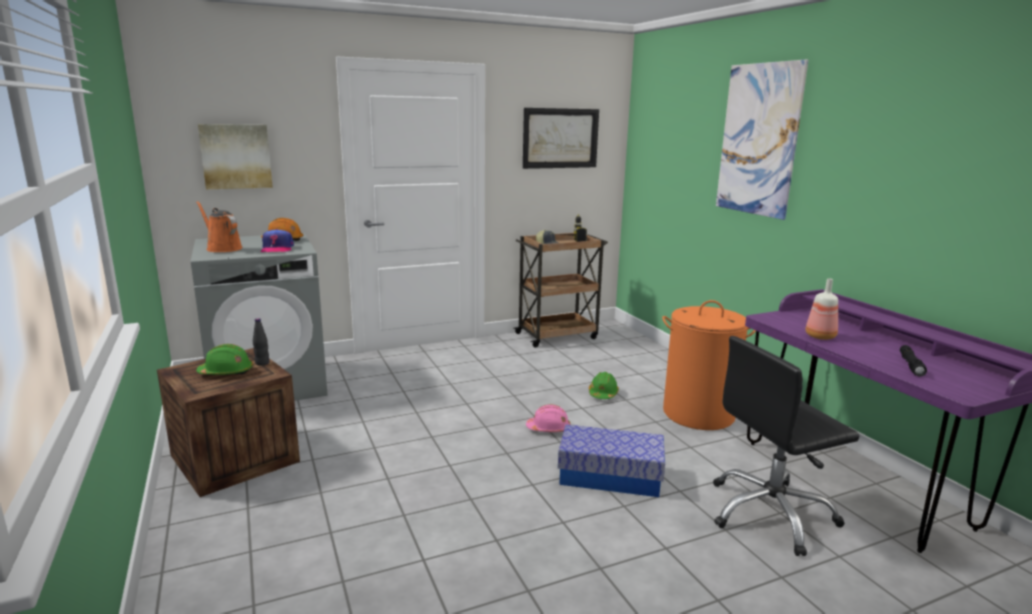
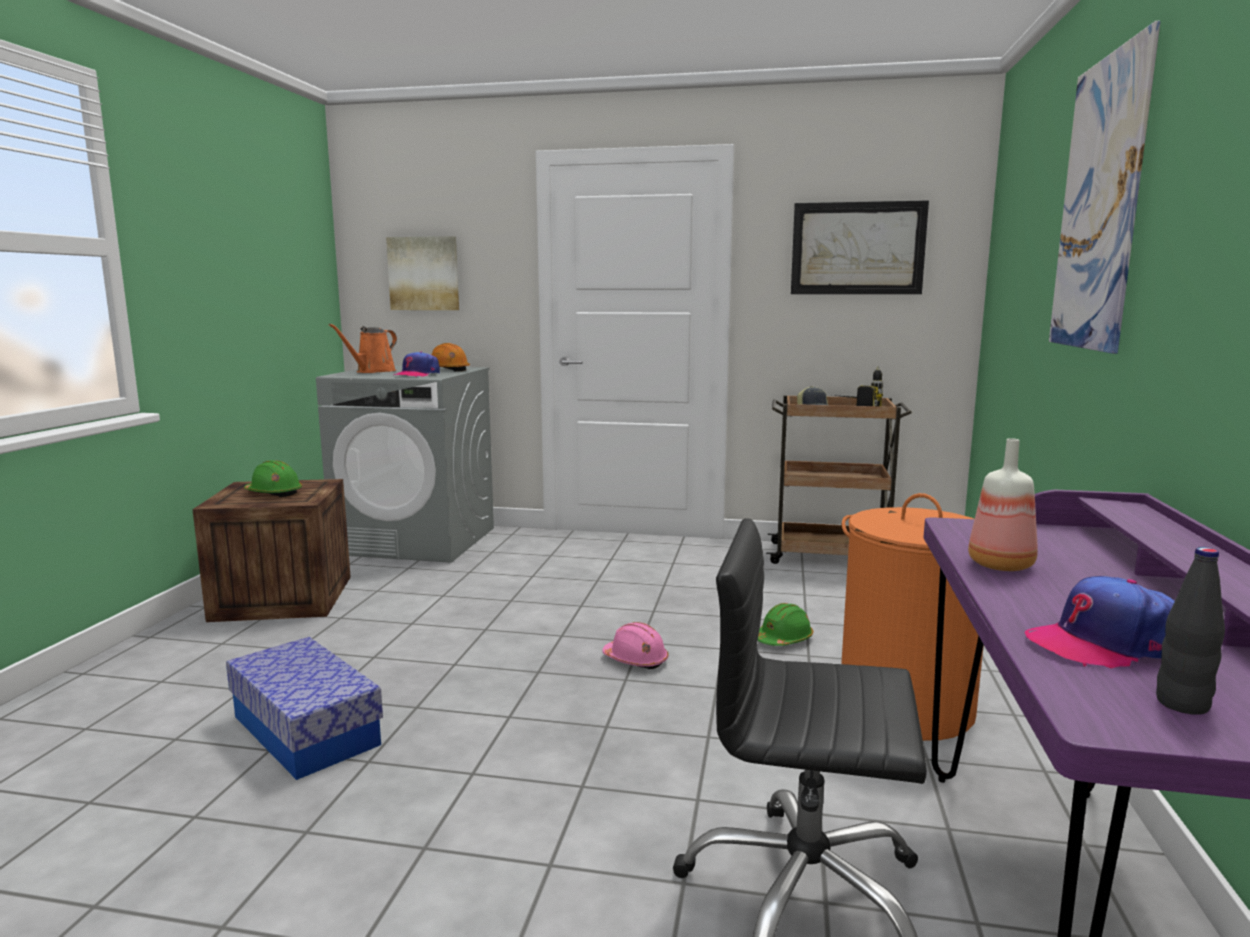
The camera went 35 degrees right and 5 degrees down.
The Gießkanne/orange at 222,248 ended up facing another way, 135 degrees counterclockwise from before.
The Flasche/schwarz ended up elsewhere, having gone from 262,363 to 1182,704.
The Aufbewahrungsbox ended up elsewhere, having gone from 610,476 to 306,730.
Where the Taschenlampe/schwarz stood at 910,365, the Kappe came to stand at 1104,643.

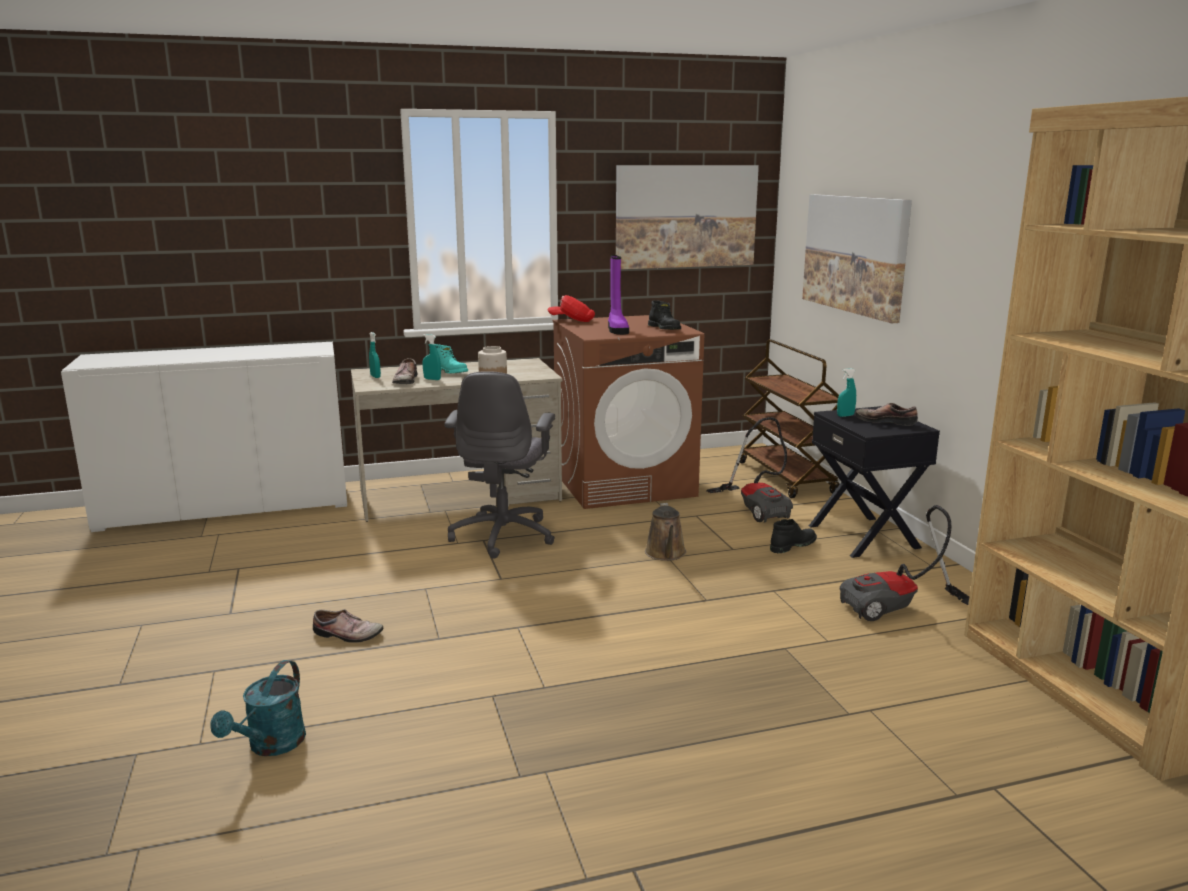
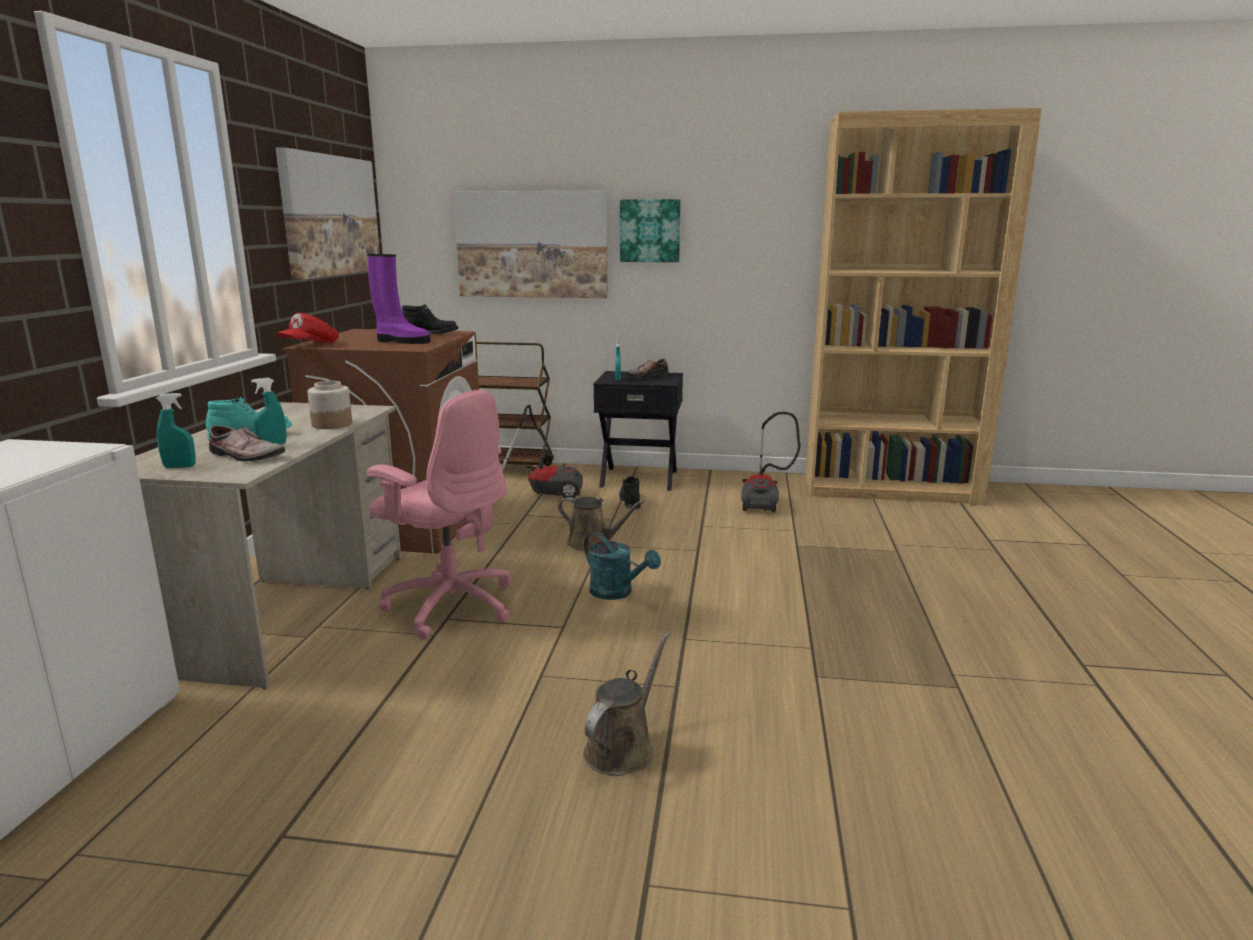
The camera went 65 degrees left and 0 degrees up.
The Gießkanne/türkis ended up elsewhere, having gone from 271,746 to 617,593.
Where the Schuh stood at 347,635, the Gießkanne/braun came to stand at 622,748.
What was the Bürostuhl/grau at 504,535 turned into the Bürostuhl/rosa at 450,605.
The second view gained the Bild at 650,231.

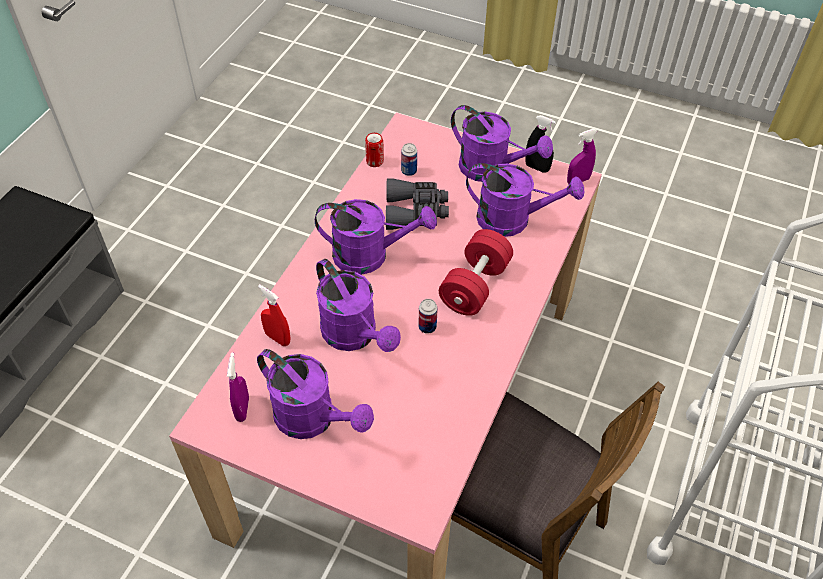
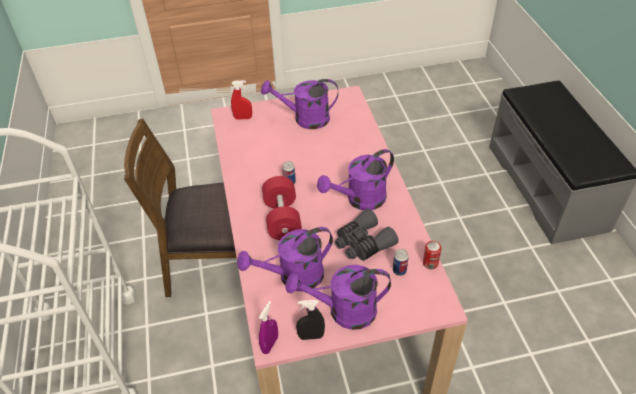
The camera went 145 degrees right and 5 degrees down.
The second view lost the Sprühflasche/lila at 242,409.
The Sprühflasche/rot ended up elsewhere, having gone from 277,338 to 243,118.
The second view lost the Gießkanne/lila at 355,336.

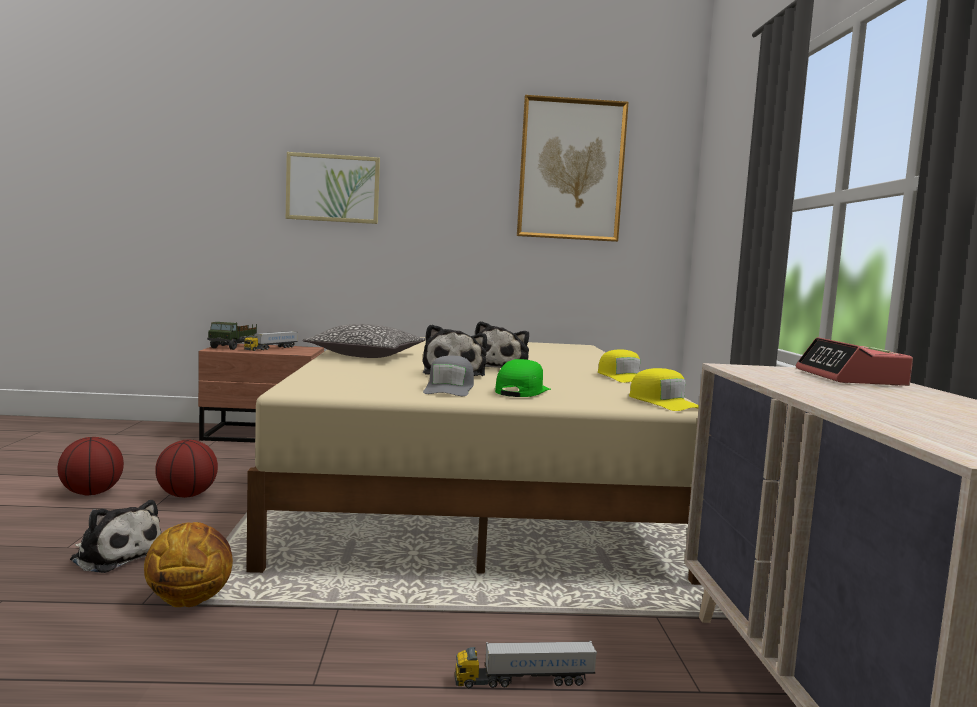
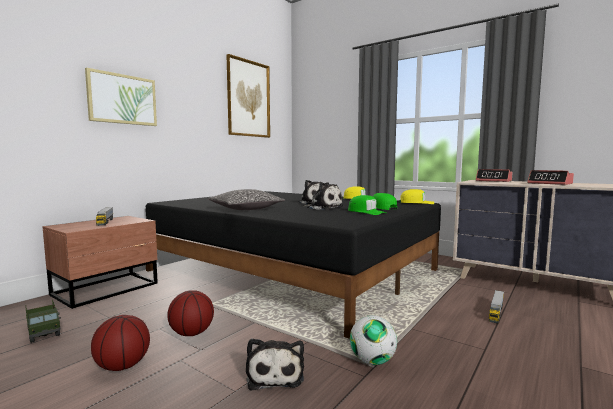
The camera went 50 degrees left and 0 degrees up.
The Plüschtier at 115,555 ended up facing another way, 105 degrees clockwise from before.
Where the Basketball stood at 190,600, the Fußball came to stand at 372,361.
The Spielzeuglaster ended up elsewhere, having gone from 233,347 to 44,331.
What was the Bett/beige at 473,485 turned into the Bett/schwarz at 292,270.
What was the Kappe/grau at 449,389 turned into the Kappe/grün at 366,212.
The second view gained the Wecker at 550,183.

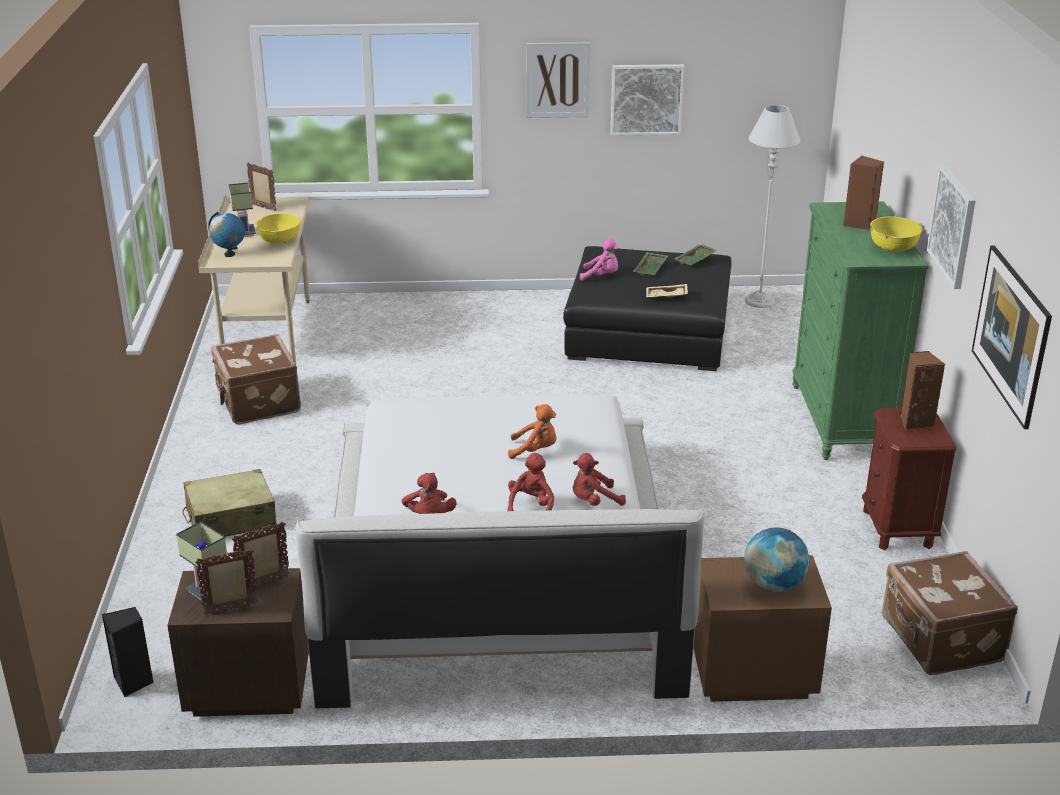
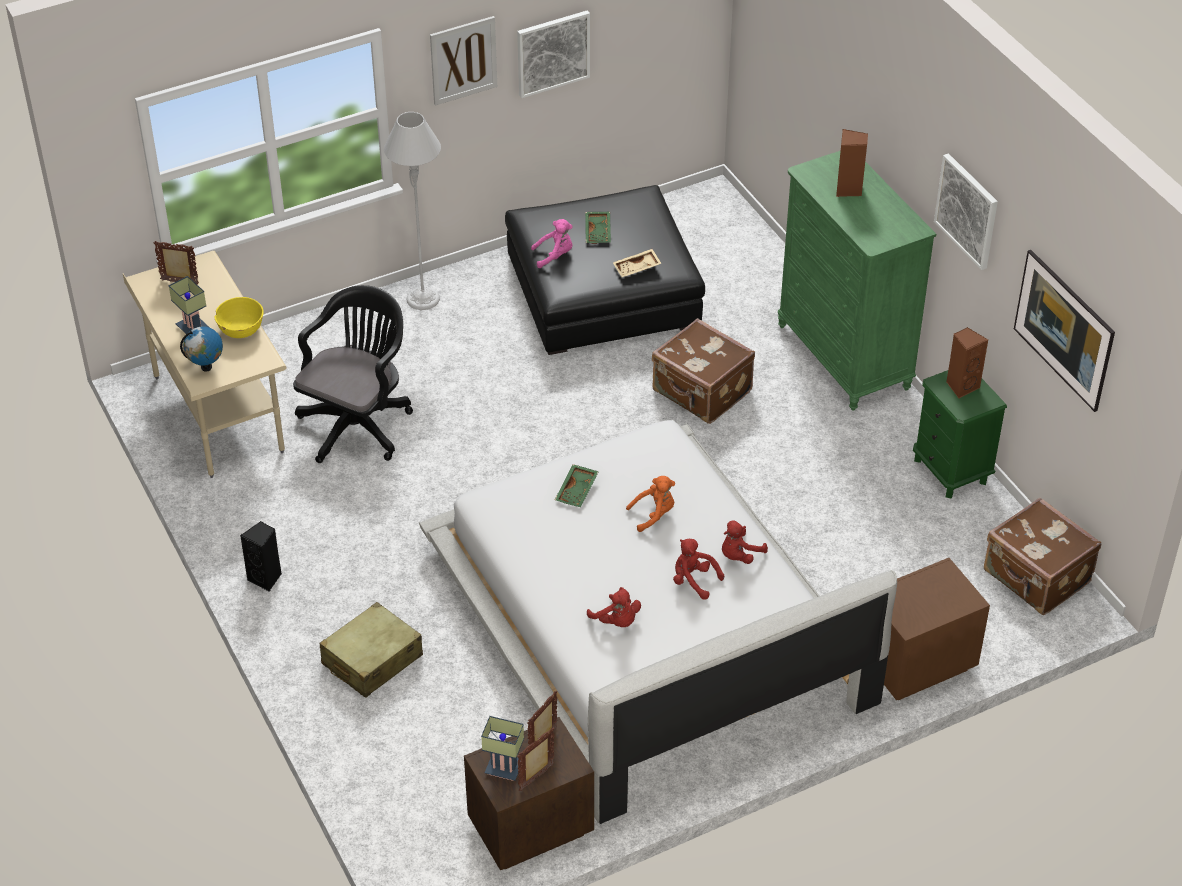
The camera went 25 degrees left and 15 degrees up.
The Lautsprecher/schwarz ended up elsewhere, having gone from 134,682 to 266,578.
The Koffer/braun ended up elsewhere, having gone from 257,402 to 701,392.
The Plüschtier/rot at 531,507 ended up facing another way, 45 degrees counterclockwise from before.
The Tablett/grün ended up elsewhere, having gone from 695,260 to 577,491.
The second view lost the Globus at 773,585.
The Stehlampe/grau ended up elsewhere, having gone from 759,301 to 423,299.
What was the Nachttisch/braun at 897,529 turned into the Nachttisch/grün at 950,471.
The second view lost the Schüssel/gelb at 893,248.
The second view gained the Bürostuhl/schwarz at 358,423.

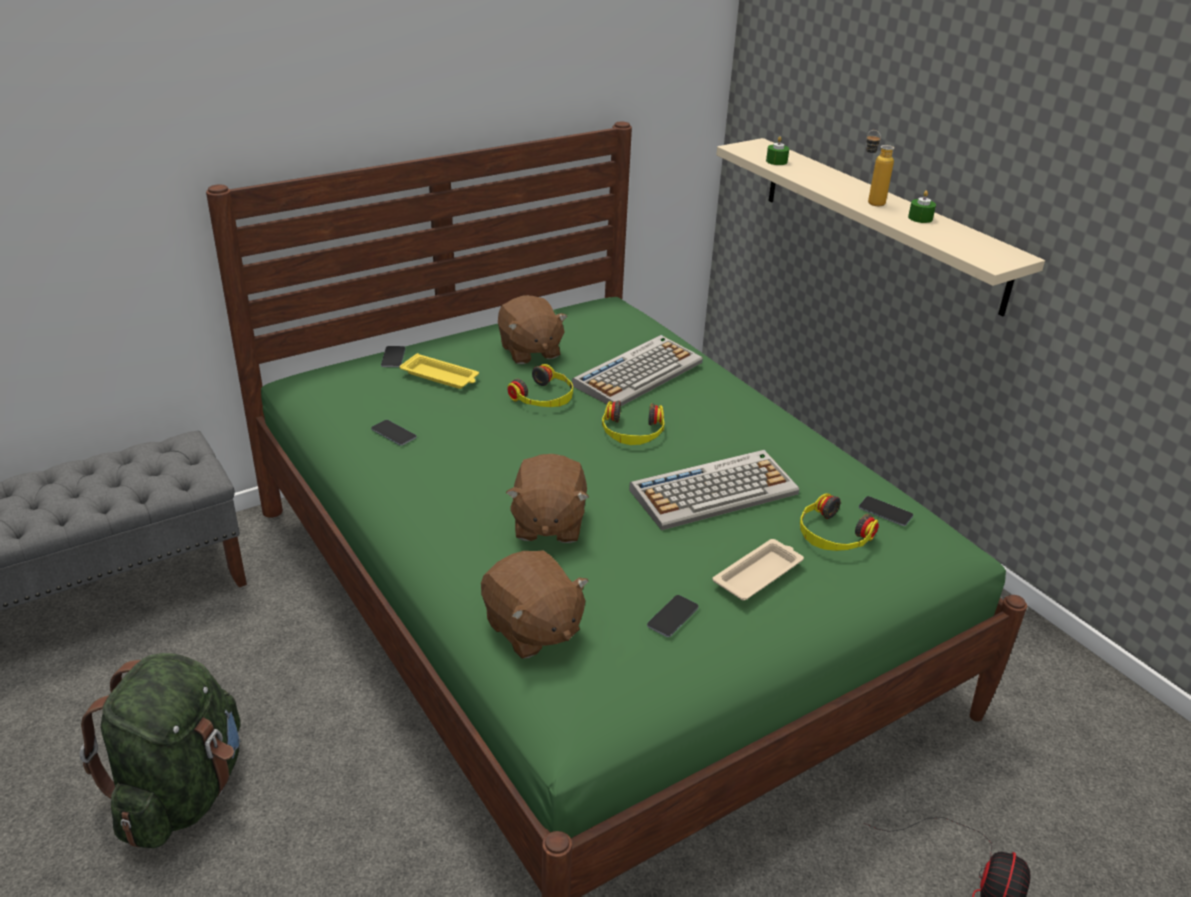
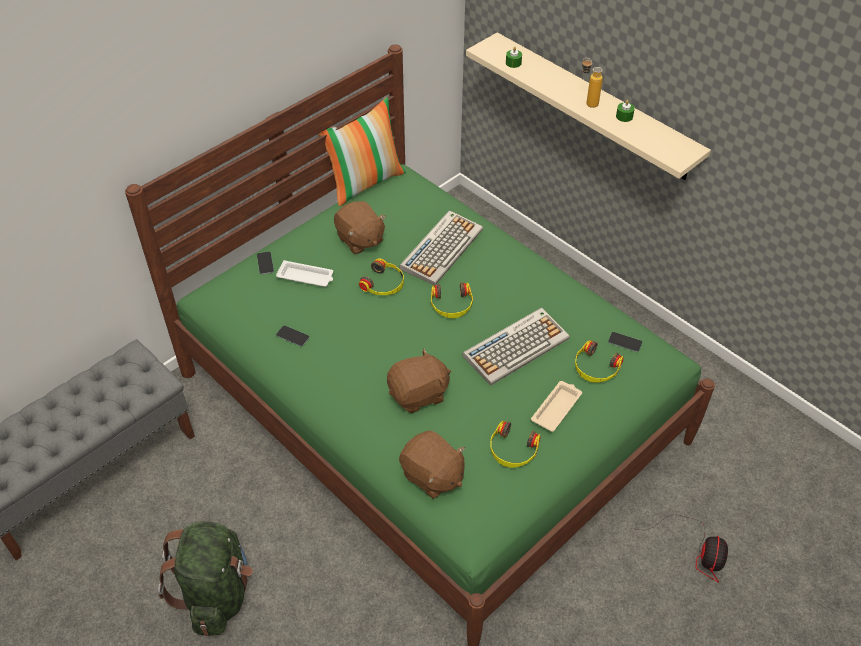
The camera went 10 degrees left and 15 degrees up.
What was the Tablett/gelb at 441,376 turned into the Tablett/weiß at 306,277.
The Plüschtier/braun at 547,524 ended up facing another way, 105 degrees counterclockwise from before.
Where the Handy stood at 672,616, the Kopfhörer came to stand at 513,450.
The second view gained the Kissen at 365,182.

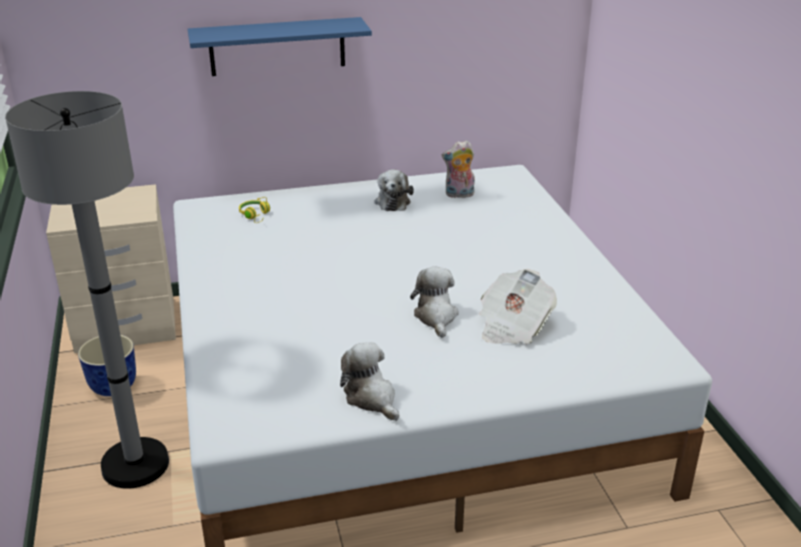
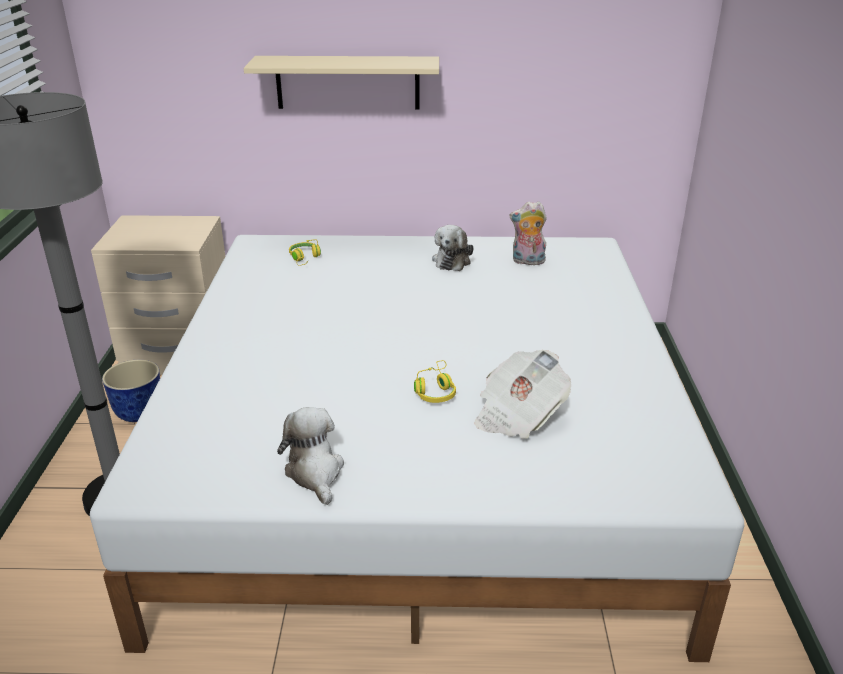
The camera went 15 degrees right and 0 degrees up.
What was the Wandregal/blau at 277,46 turned into the Wandregal/beige at 347,82.
Where the Plüschtier stood at 436,317, the Kopfhörer/gelb came to stand at 435,391.

